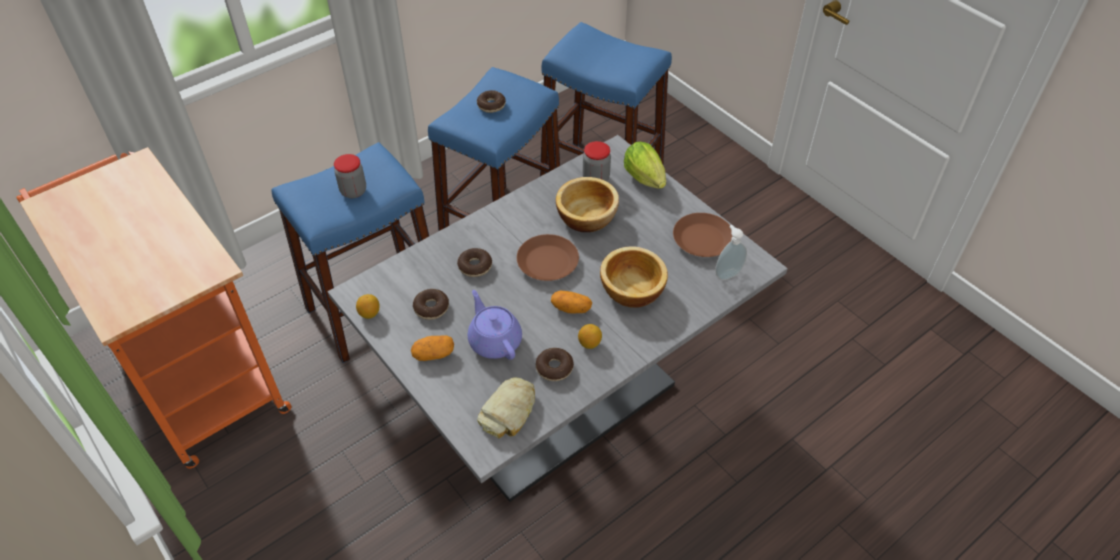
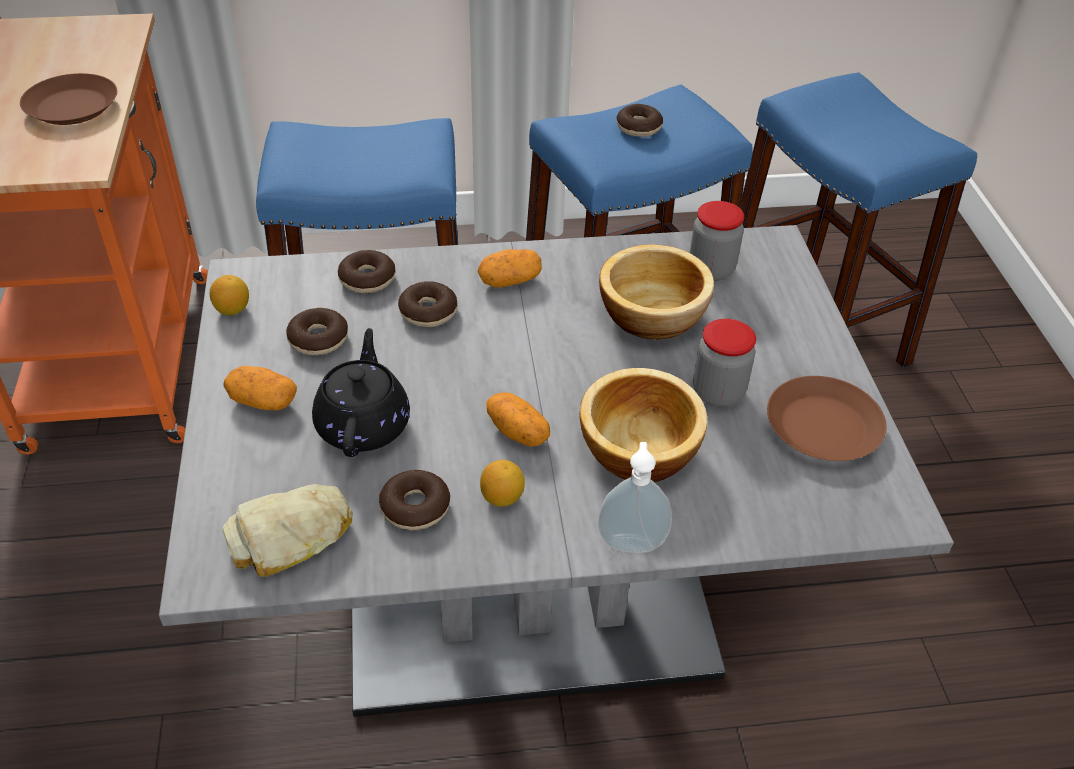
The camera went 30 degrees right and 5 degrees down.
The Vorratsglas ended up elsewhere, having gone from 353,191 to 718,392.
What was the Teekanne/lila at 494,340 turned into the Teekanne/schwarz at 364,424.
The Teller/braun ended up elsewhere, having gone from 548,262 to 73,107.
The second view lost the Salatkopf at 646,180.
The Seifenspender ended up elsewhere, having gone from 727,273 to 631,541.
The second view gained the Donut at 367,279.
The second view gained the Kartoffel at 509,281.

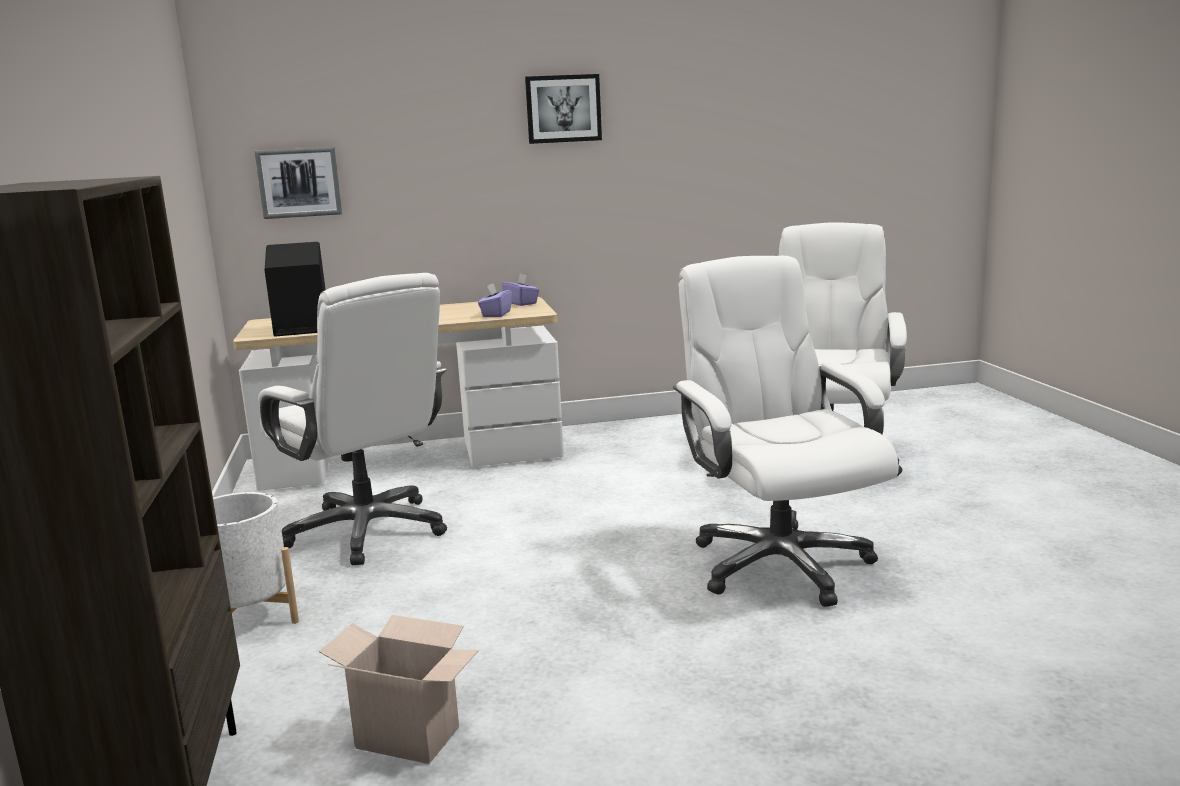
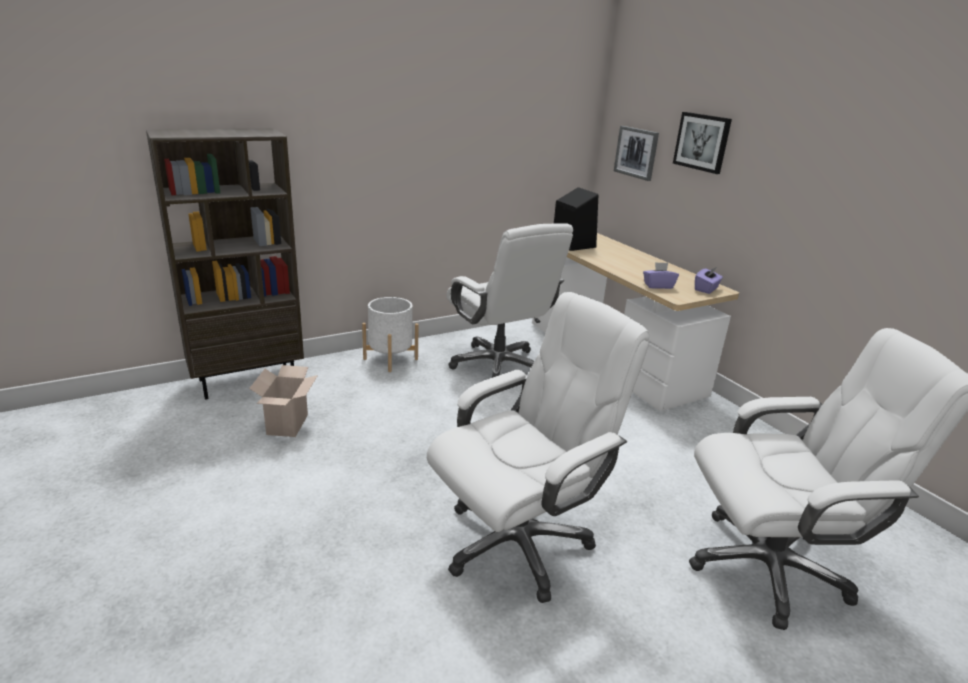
The camera went 70 degrees right and 10 degrees up.
The Bürostuhl/weiß at 368,531 ended up facing another way, 60 degrees counterclockwise from before.
The Bild ended up elsewhere, having gone from 563,109 to 702,142.

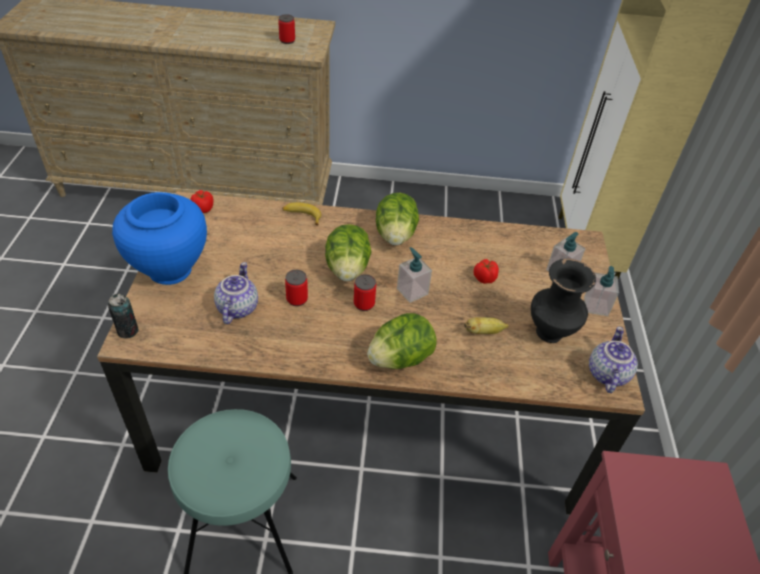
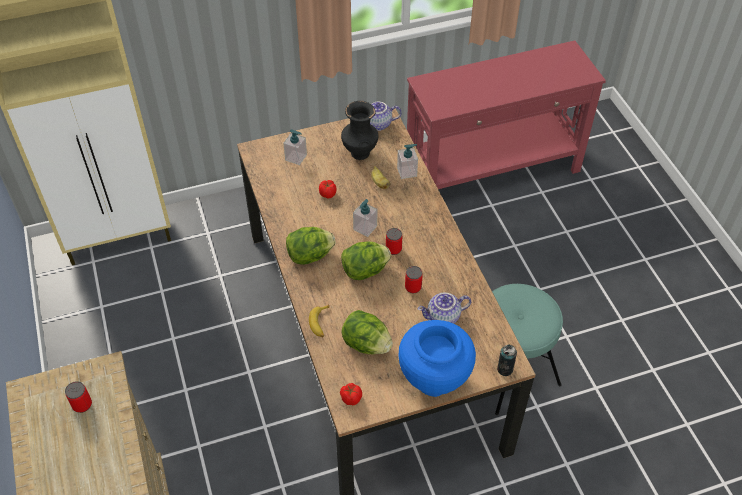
The camera went 110 degrees left and 5 degrees up.
The Salatkopf ended up elsewhere, having gone from 400,358 to 366,344.
The Seifenspender ended up elsewhere, having gone from 596,306 to 407,172.

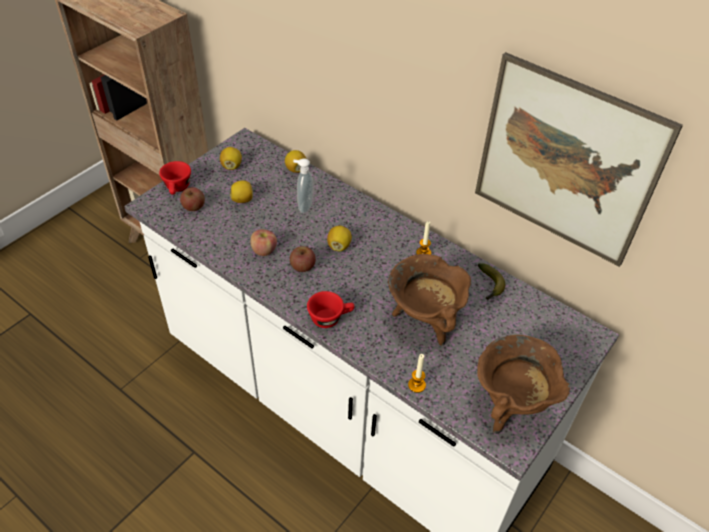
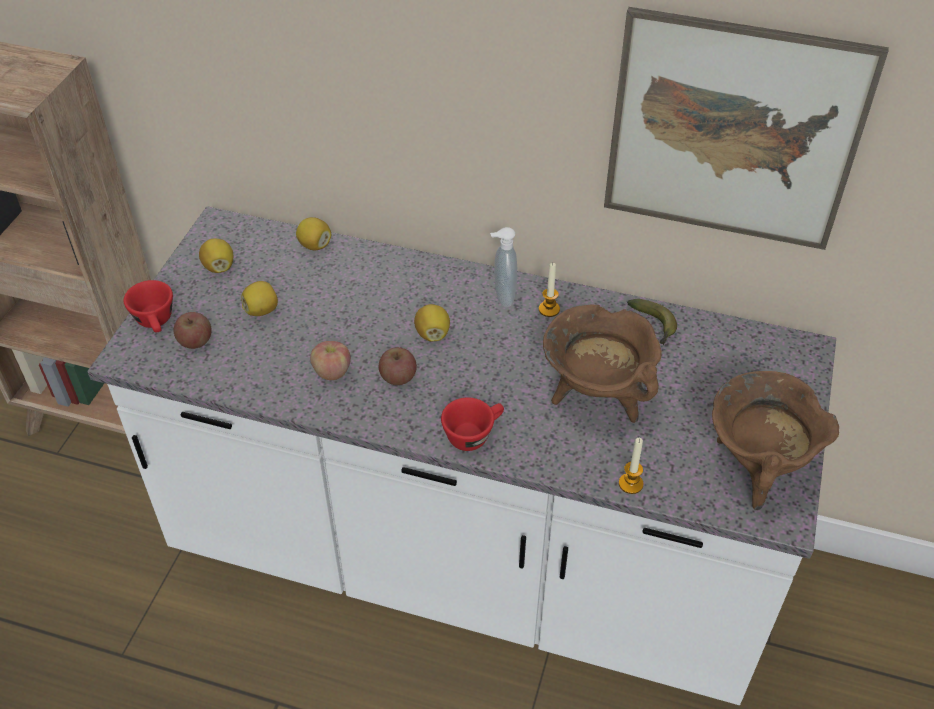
The camera went 20 degrees left and 0 degrees up.
The Seifenspender ended up elsewhere, having gone from 304,206 to 502,297.

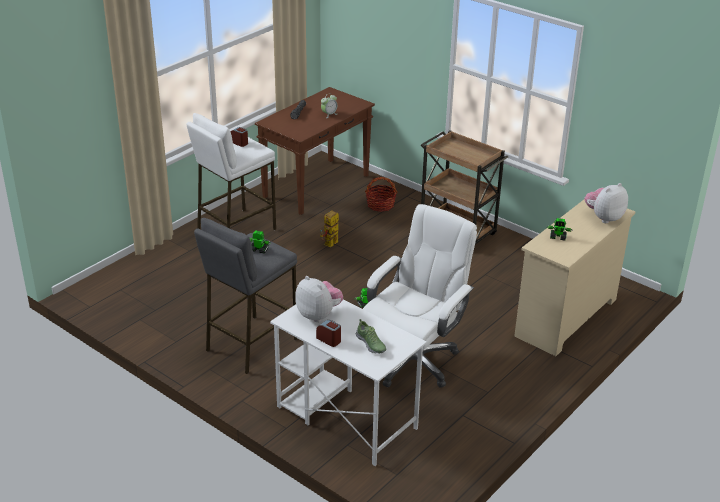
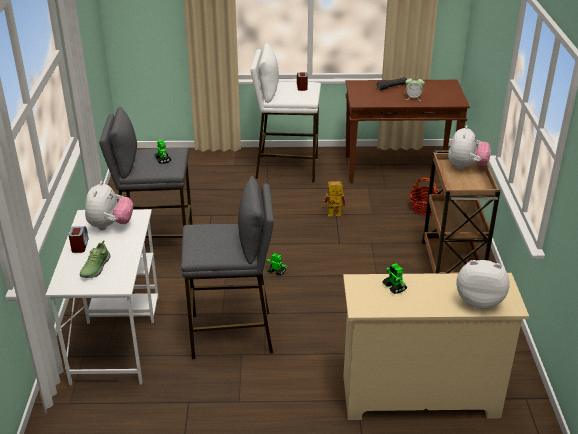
The camera went 50 degrees right and 0 degrees up.
Where the Bürostuhl/weiß stood at 413,360, the Hocker/grau came to stand at 232,334.
The second view gained the Plüschtier at 466,167.

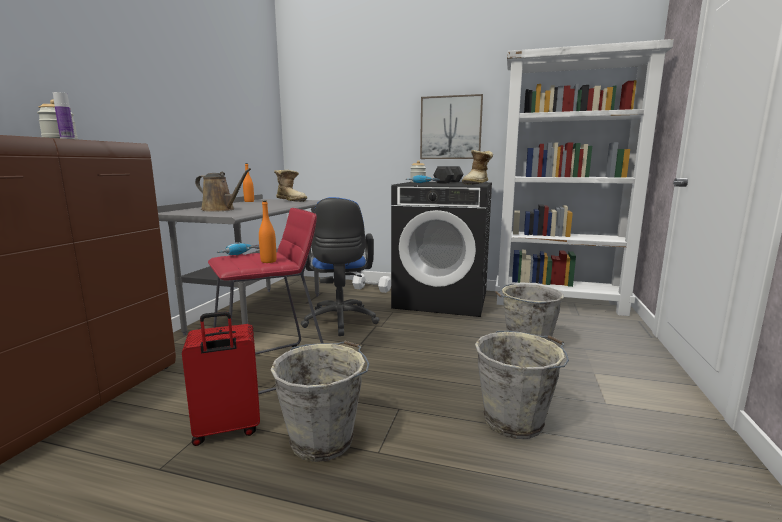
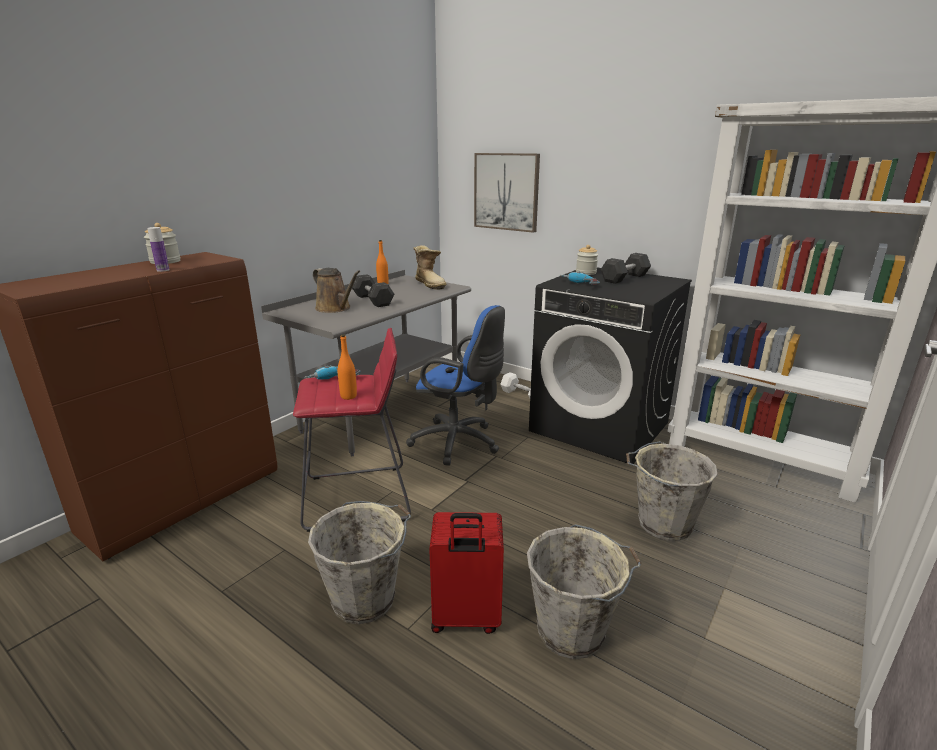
The camera went 20 degrees right and 10 degrees up.
The Koffer/rot ended up elsewhere, having gone from 227,430 to 465,618.
The Bürostuhl/blau at 340,322 ended up facing another way, 75 degrees counterclockwise from before.
The Bild ended up elsewhere, having gone from 450,128 to 506,192.
The second view lost the Stiefel at 477,183.
The second view gained the Hantel/grau at 372,300.

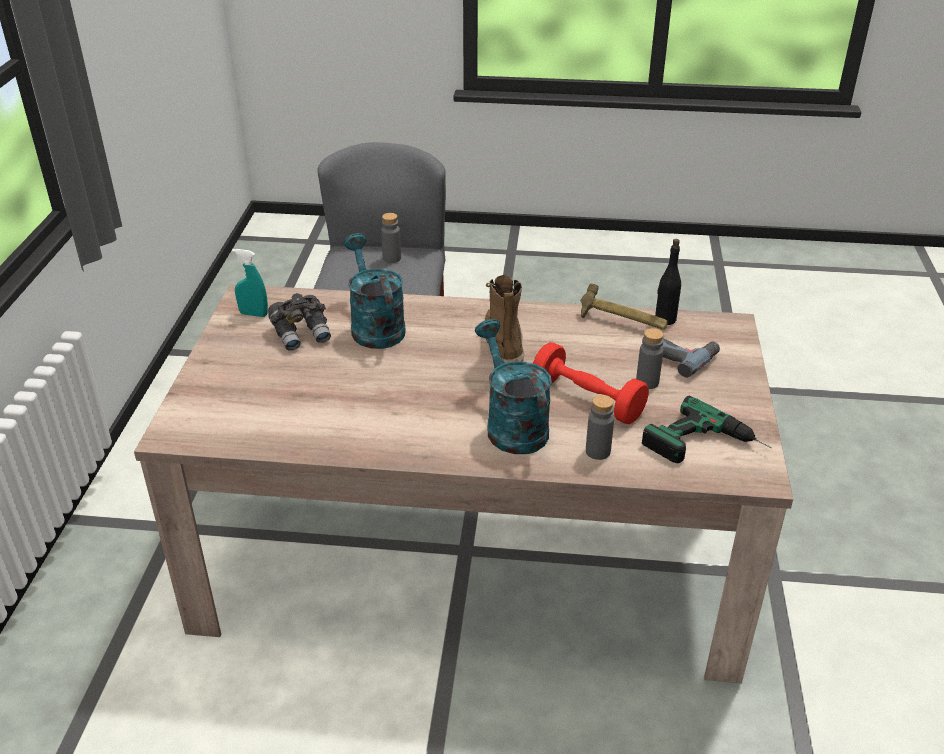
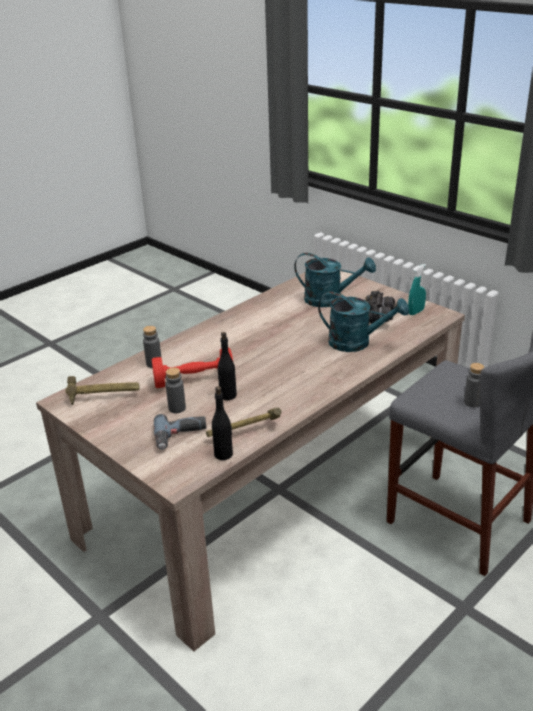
The camera went 130 degrees right and 5 degrees down.
The Gießkanne/türkis ended up elsewhere, having gone from 511,425 to 330,300.
The second view lost the Stiefel at 503,349.
Where the Bohrmaschine stood at 707,446, the Hammer came to stand at 104,397.
The second view gained the Flasche/schwarz at 228,395.

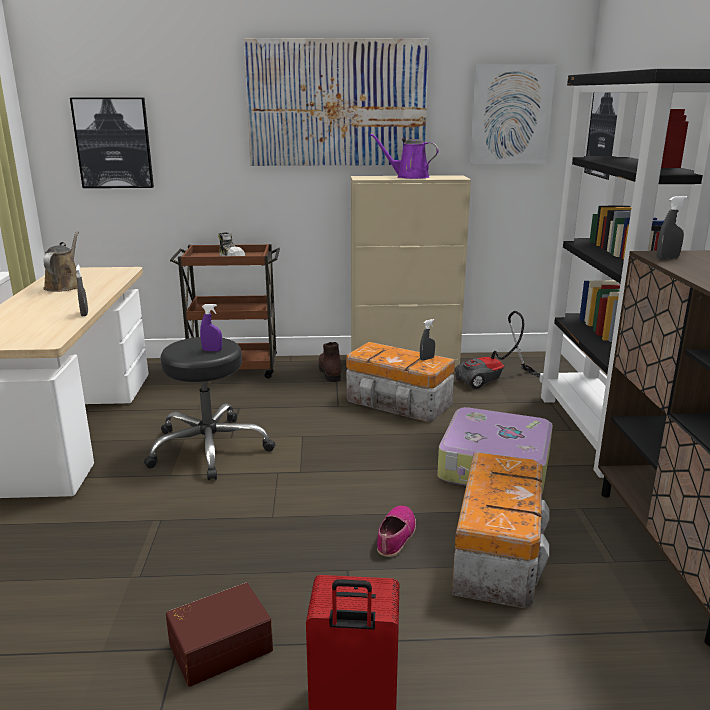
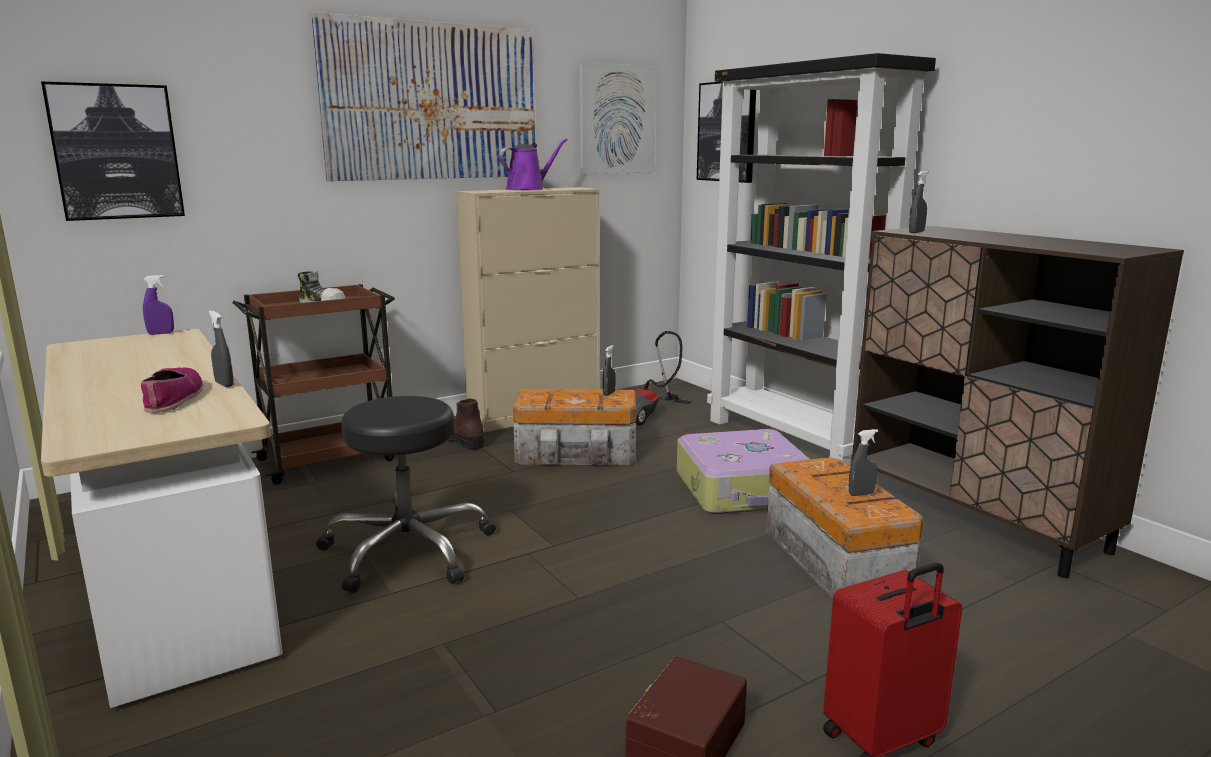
The camera went 30 degrees left and 5 degrees down.
The second view lost the Gießkanne/braun at 65,286.
The Sprühflasche/lila ended up elsewhere, having gone from 212,350 to 161,333.
The Gießkanne/lila at 409,177 ended up facing another way, 150 degrees clockwise from before.
The Schuh ended up elsewhere, having gone from 395,536 to 173,398.
The second view gained the Sprühflasche/grau at 861,494.

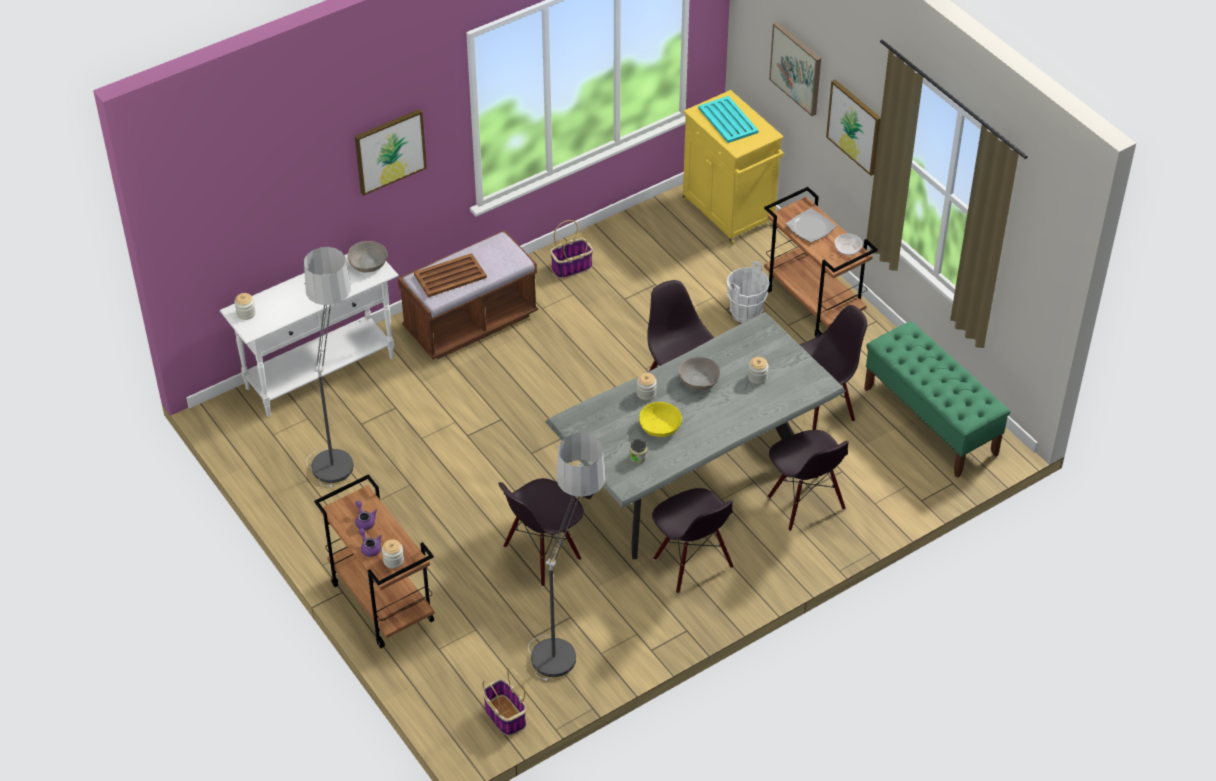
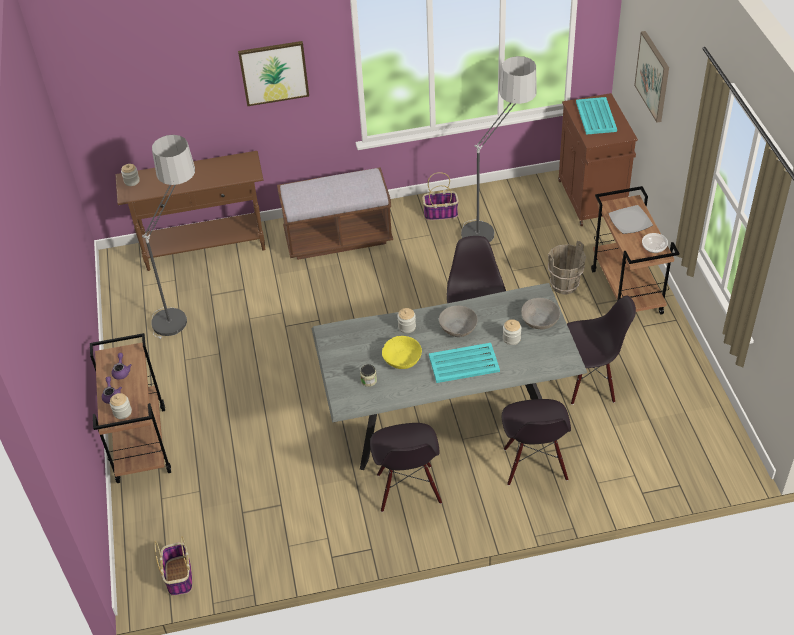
The camera went 25 degrees right and 0 degrees up.
What was the Konsolentisch/weiß at 321,373 turned into the Konsolentisch/braun at 205,248.
The Schüssel/grau ended up elsewhere, having gone from 368,264 to 540,321.
The second view lost the Tablett/braun at 451,276.
The second view lost the Stuhl/schwarz at 542,554.
The Stehlampe ended up elsewhere, having gone from 566,631 to 494,221.
What was the Schrank/gelb at 729,213 turned into the Schrank/braun at 592,200.
What was the Eimer/weiß at 746,314 turned into the Eimer/braun at 564,285.
The second view lost the Bild at 855,126.
The second view lost the Bank/grün at 930,421.
The second view gained the Tablett/türkis at 463,363.

